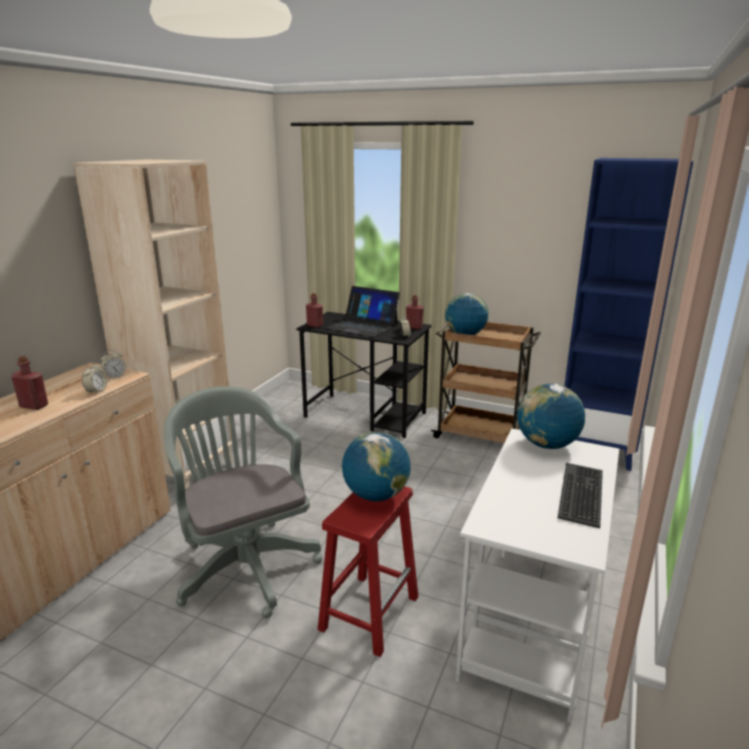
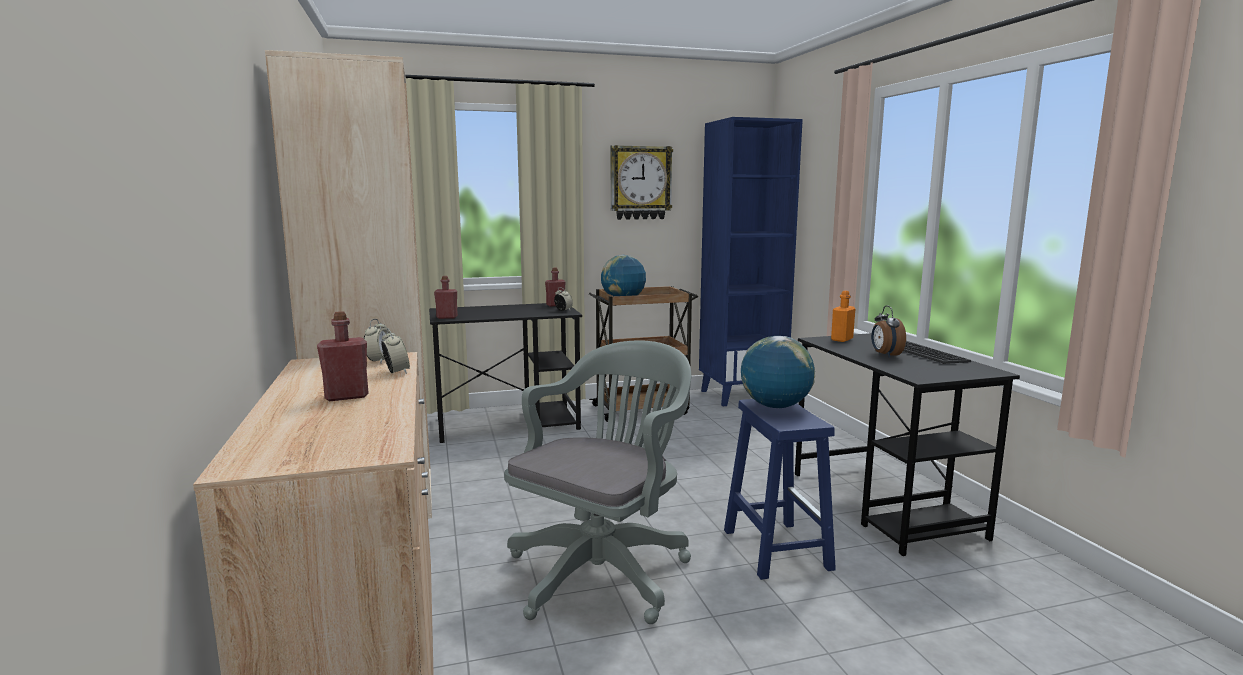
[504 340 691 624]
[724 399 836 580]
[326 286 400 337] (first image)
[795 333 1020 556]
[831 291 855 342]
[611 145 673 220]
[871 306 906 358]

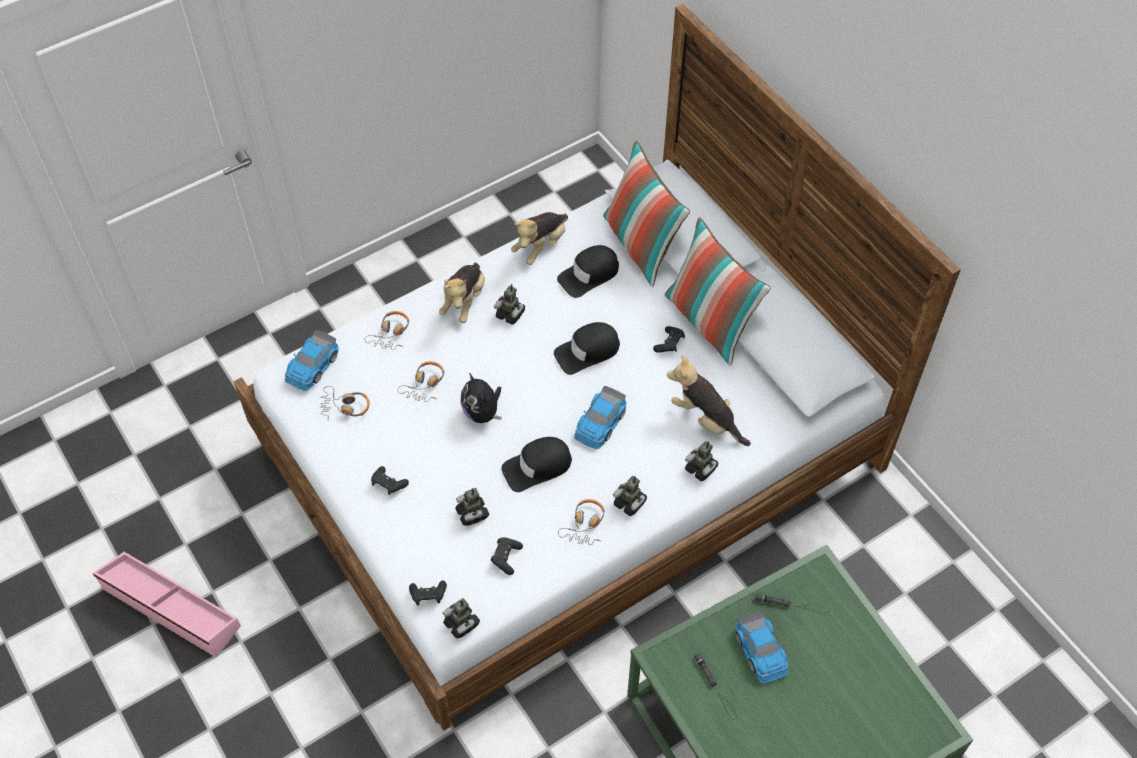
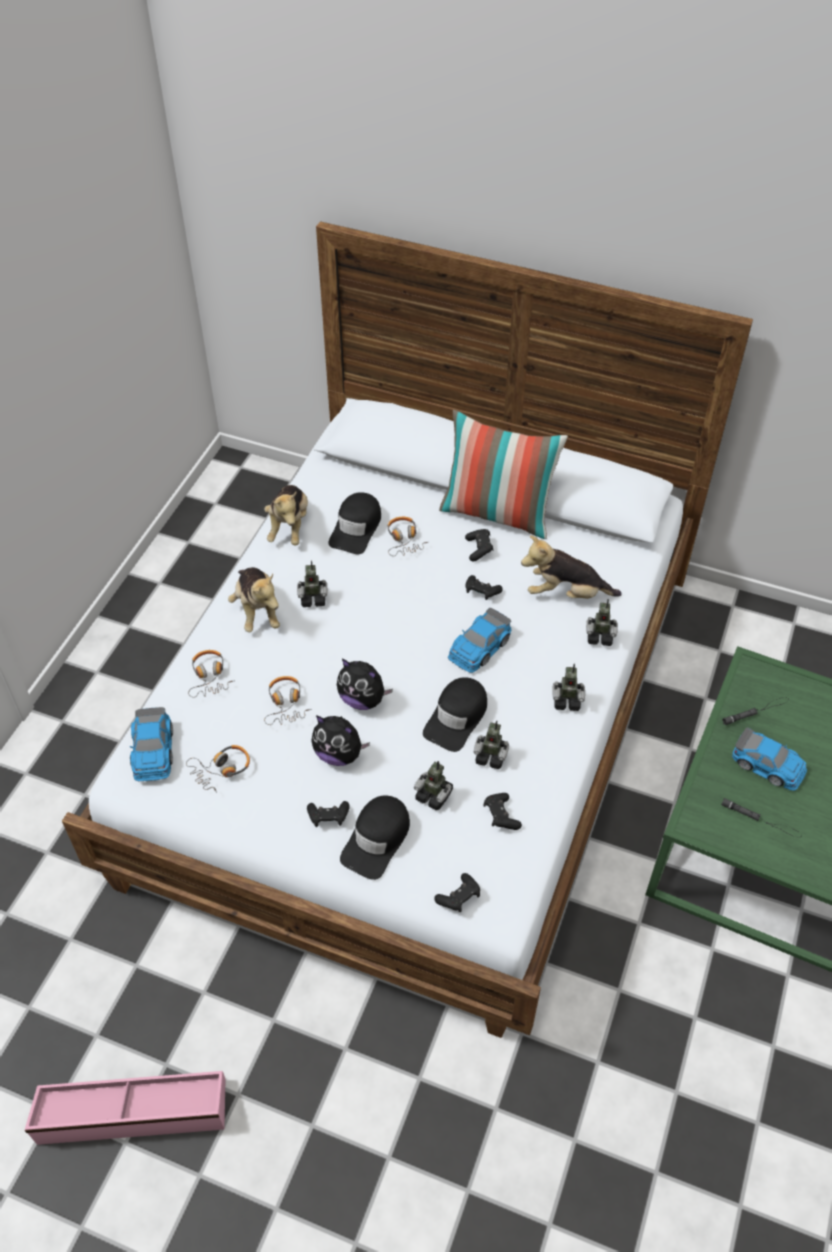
[474 720 509 769]
[340 796 410 880]
[387 517 428 556]
[448 608 512 673]
[603 141 690 287] (first image)
[311 715 370 766]
[465 575 503 600]

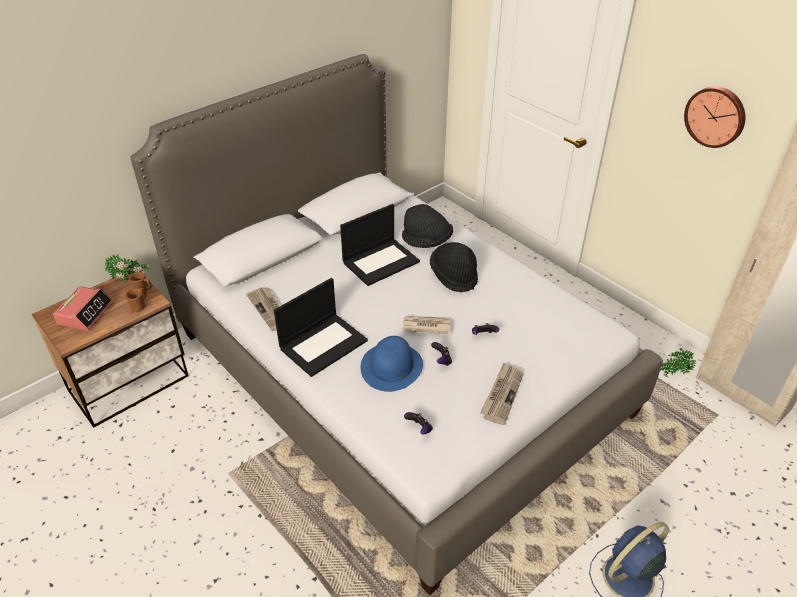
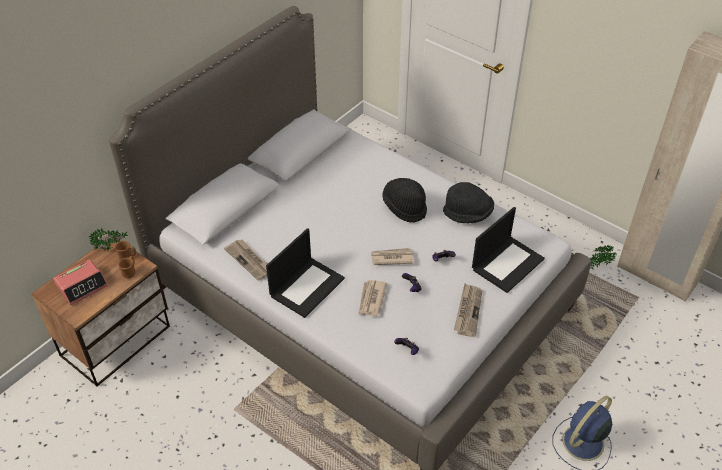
[53 259 108 305]
[472 207 545 293]
[358 280 387 316]
[443 182 494 223]
[684 86 745 148] (first image)

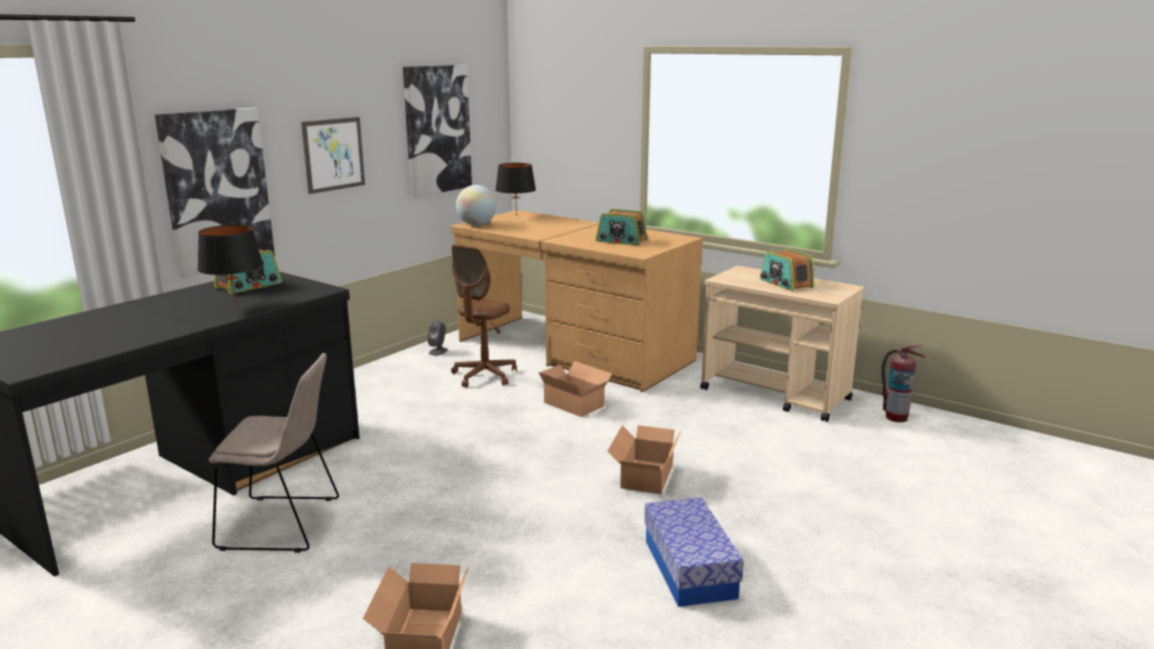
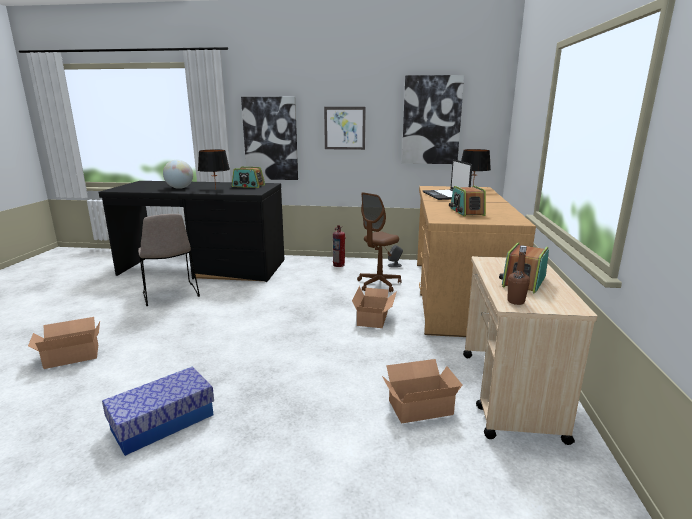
[357 192 401 292]
[163 160 193 189]
[382 359 462 423]
[333 225 346 267]
[423 159 472 200]
[507 246 530 305]

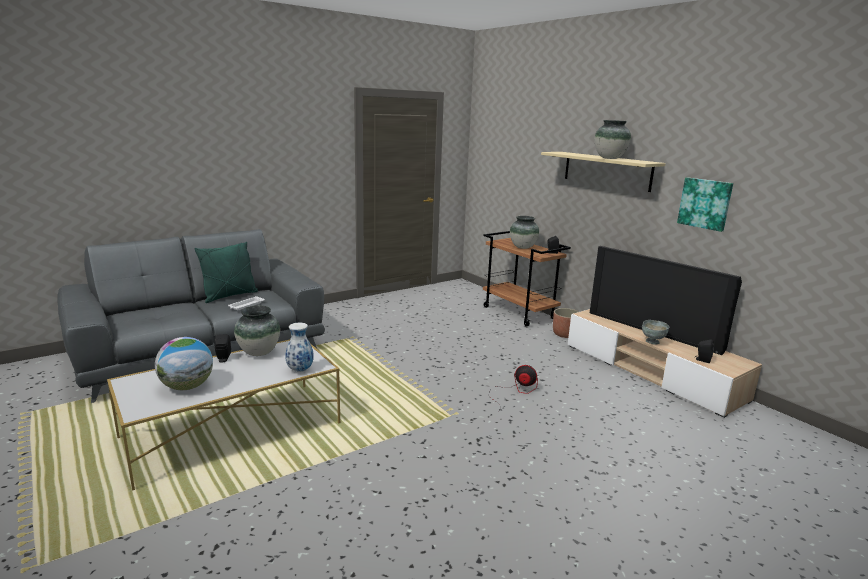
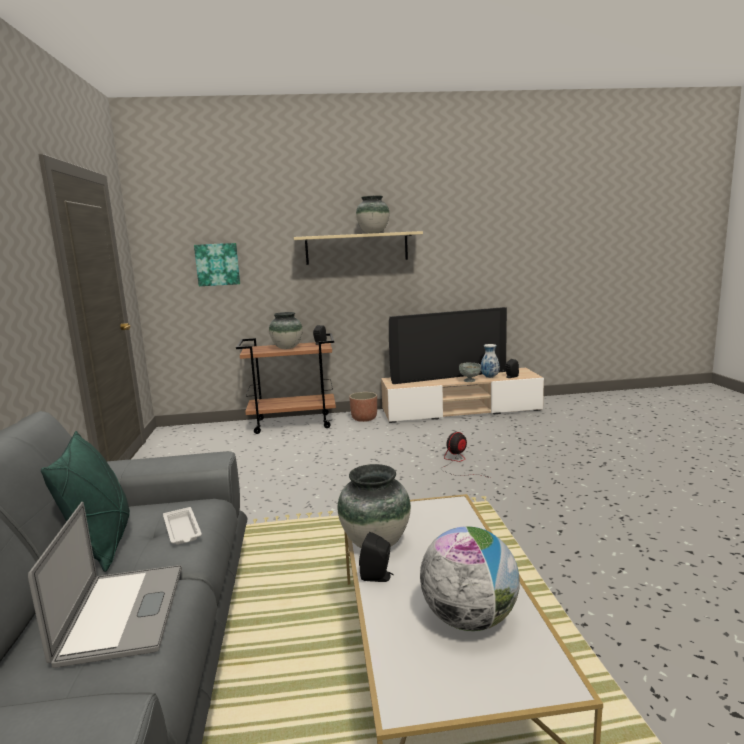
[481 344 500 378]
[194 243 240 286]
[28 502 182 668]

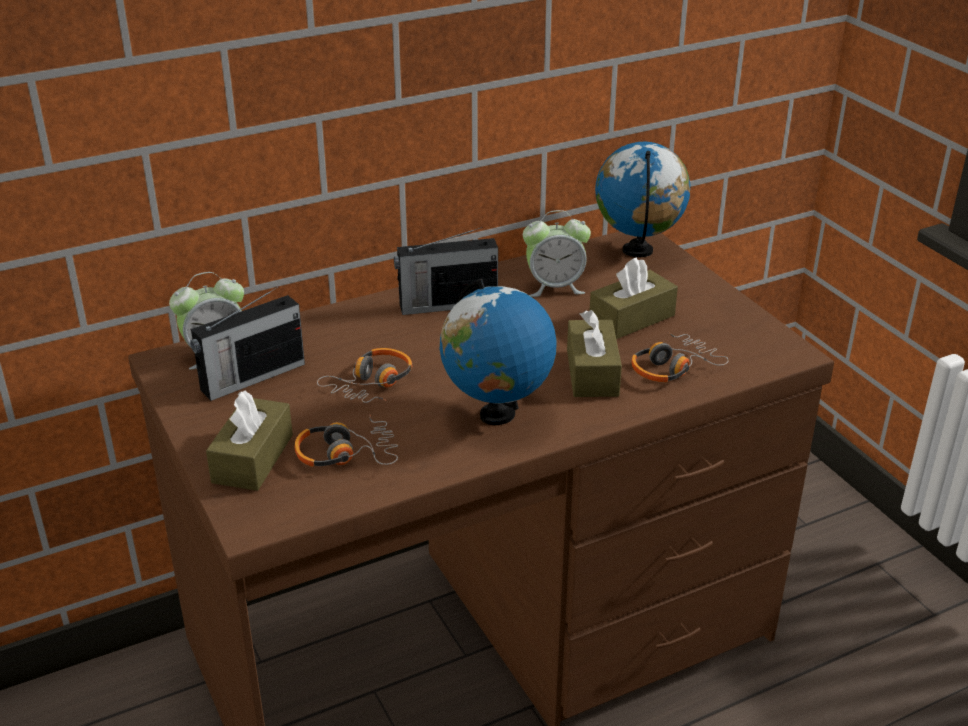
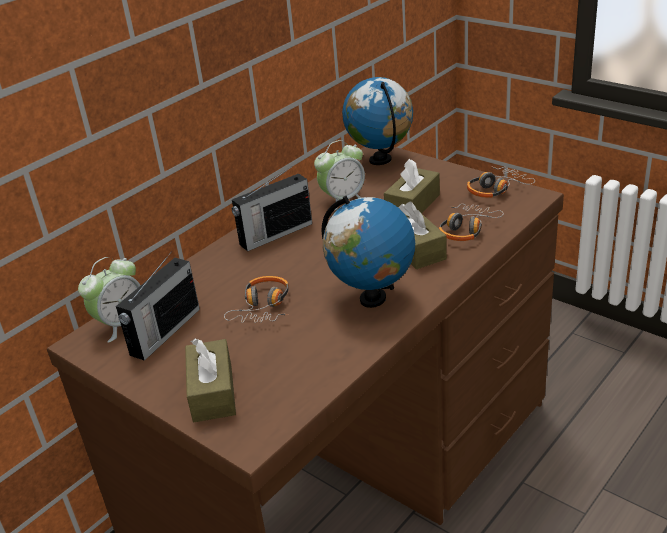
[467 167 535 198]

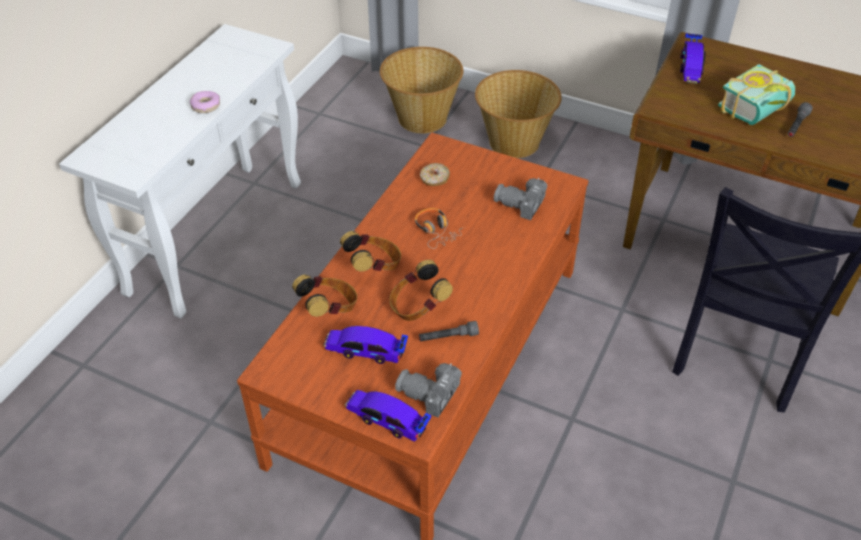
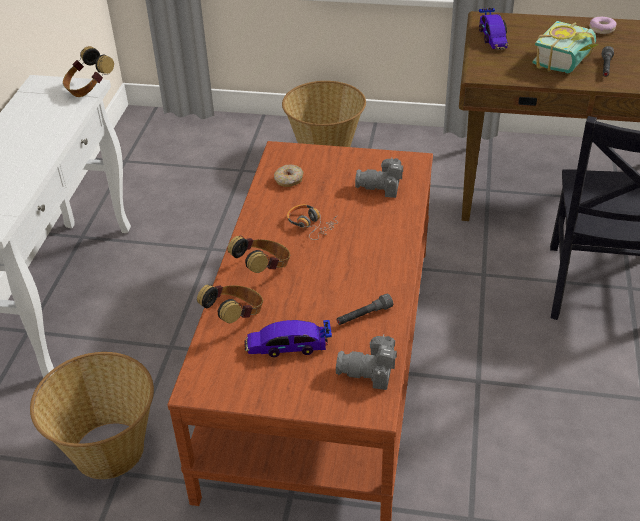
[589 17 617 34]
[345 390 432 442] (first image)
[30 352 154 479]
[63 46 114 97]

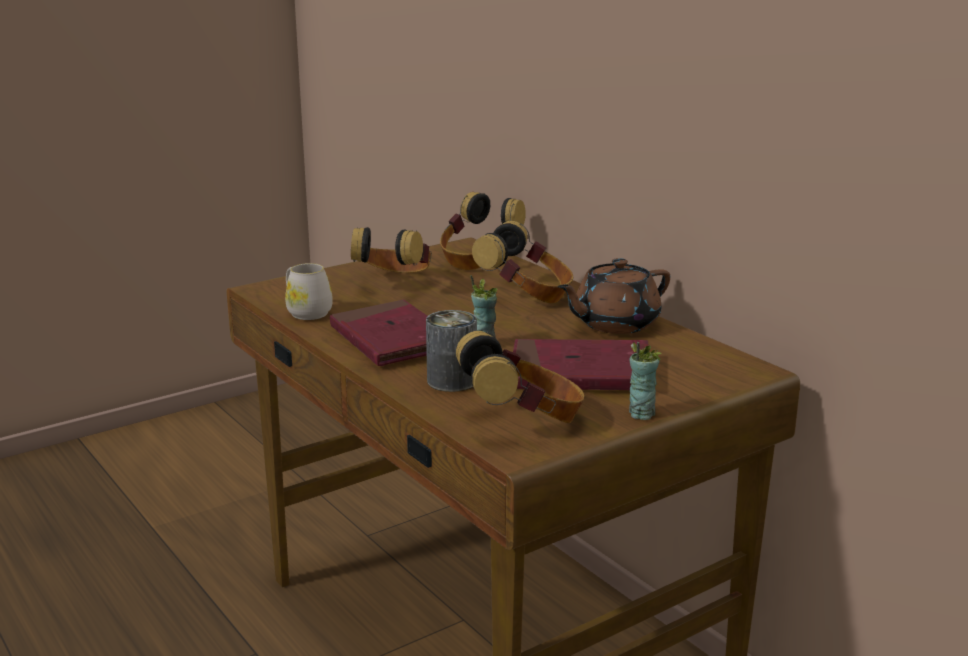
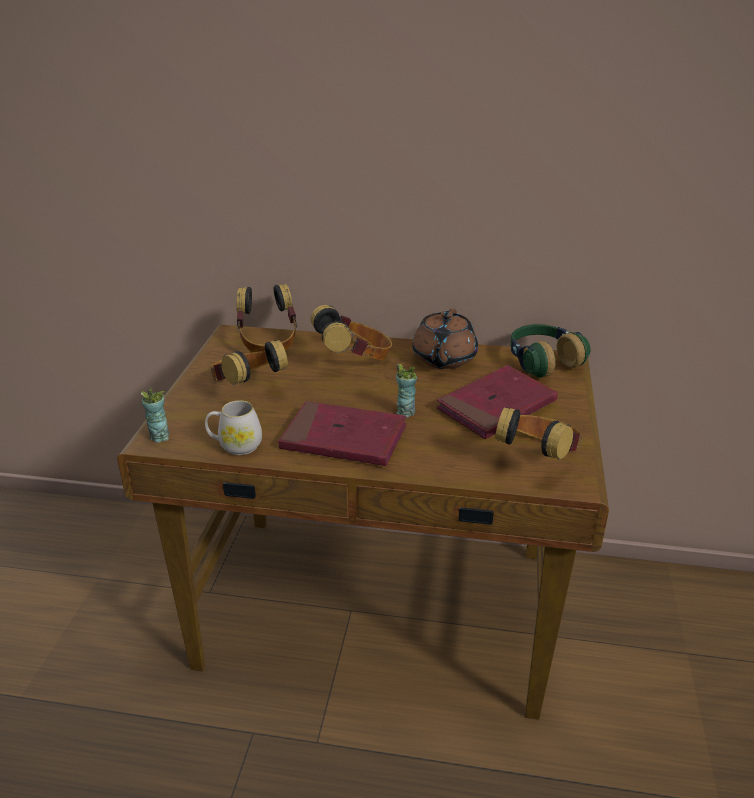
[426 310 477 392] (first image)
[141 388 170 443]
[511 324 591 378]

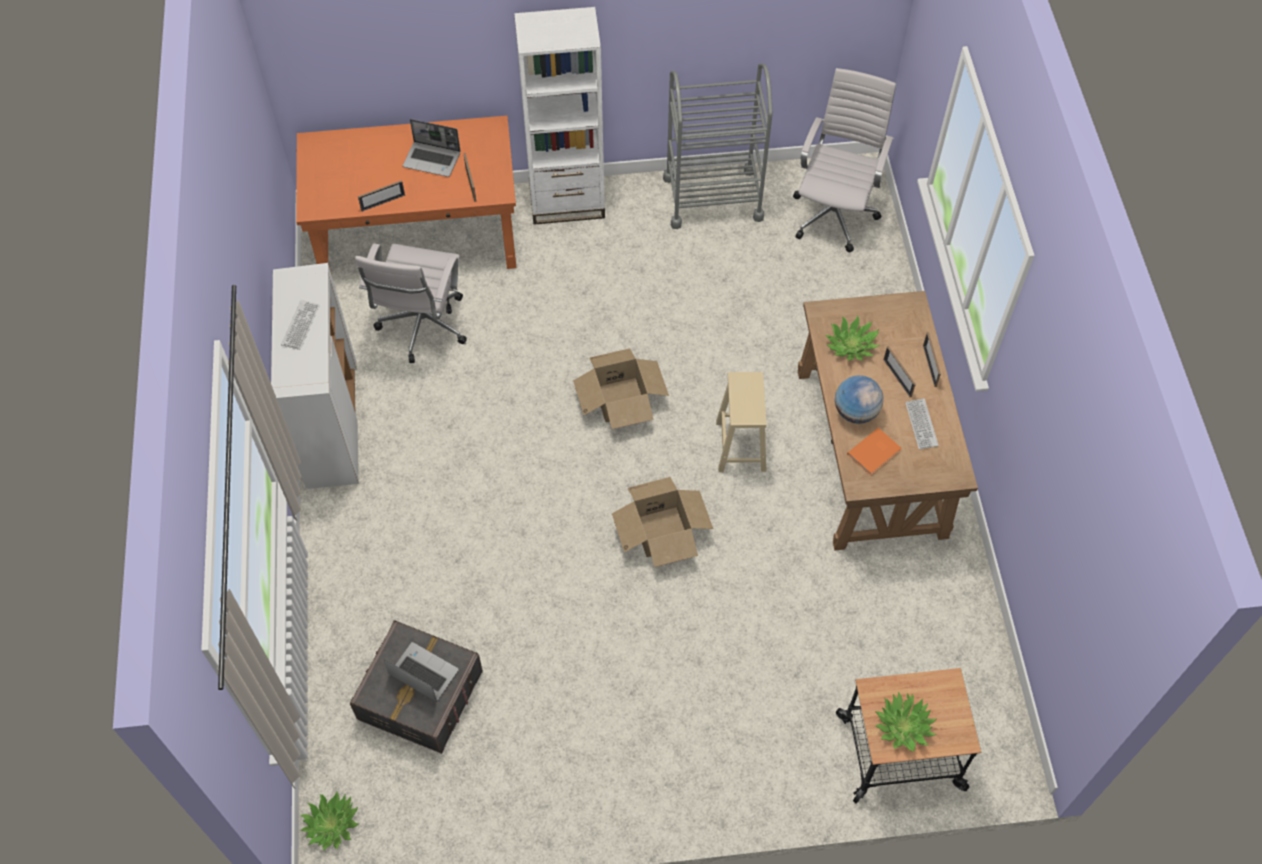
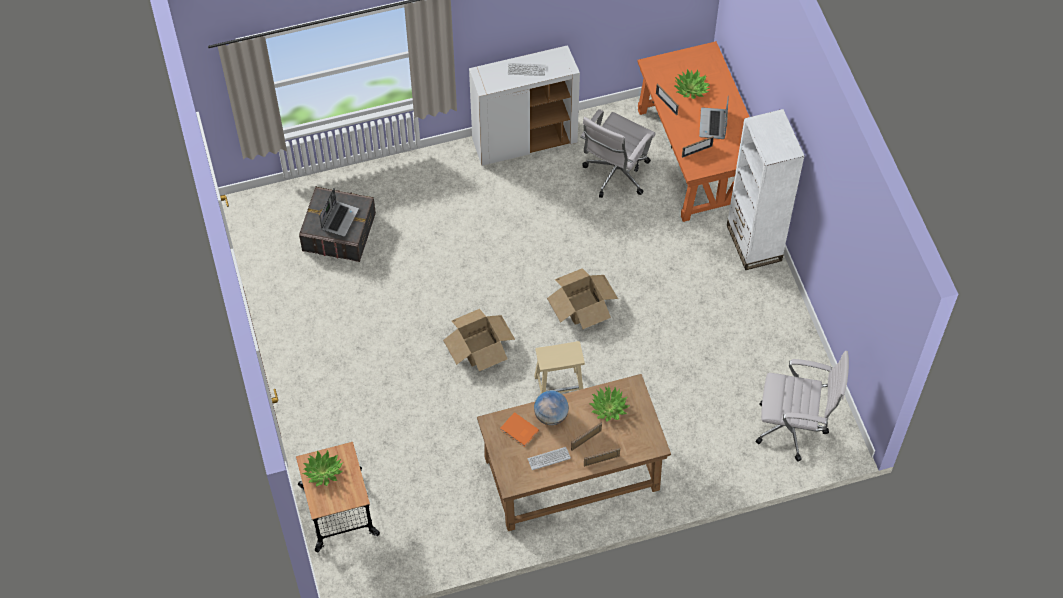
[674 69 710 99]
[580 109 656 198]
[663 63 773 229] (first image)

